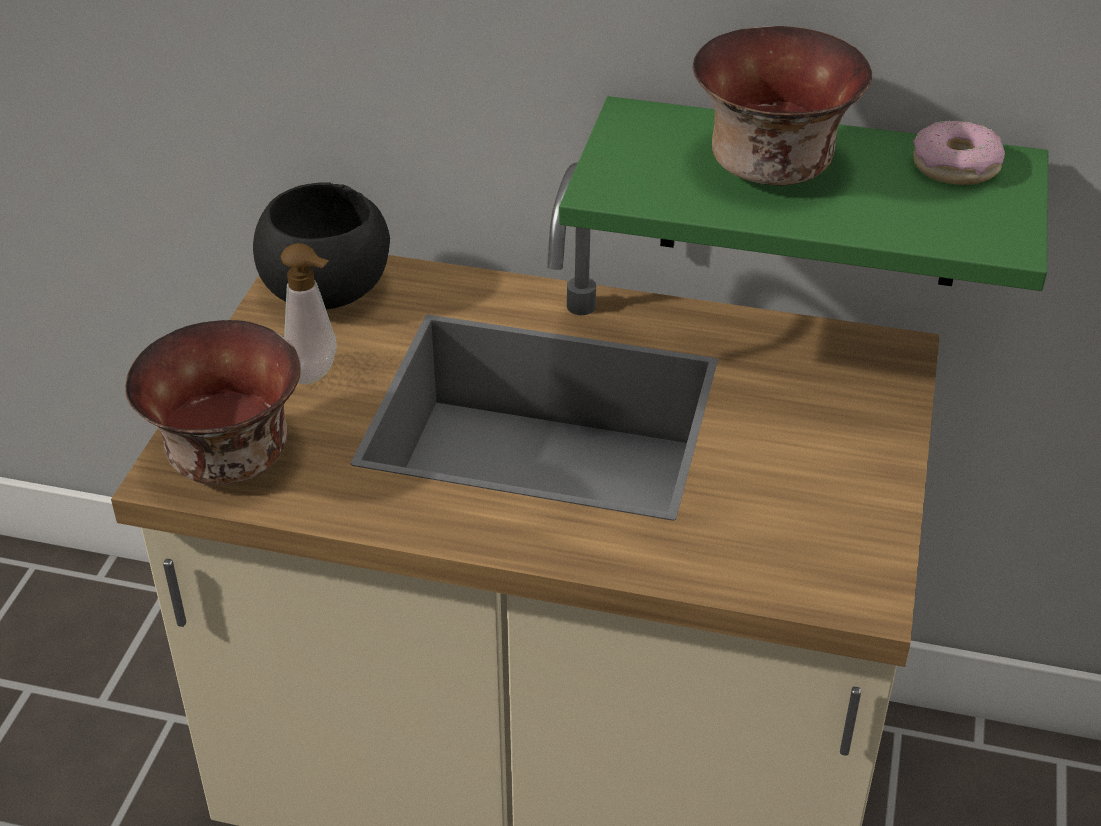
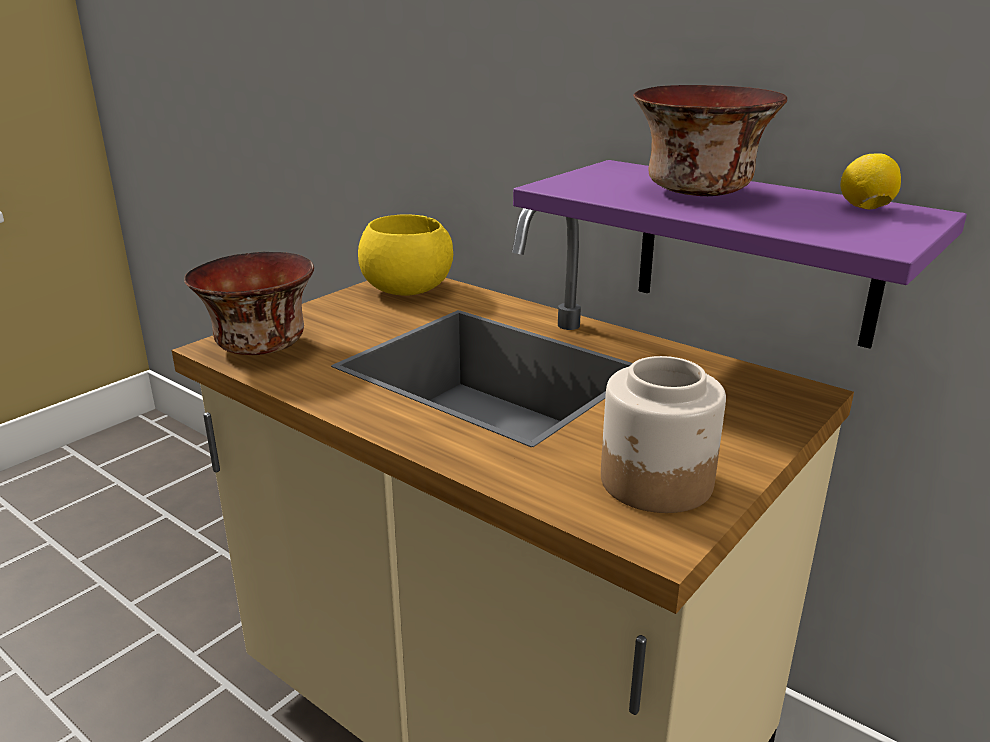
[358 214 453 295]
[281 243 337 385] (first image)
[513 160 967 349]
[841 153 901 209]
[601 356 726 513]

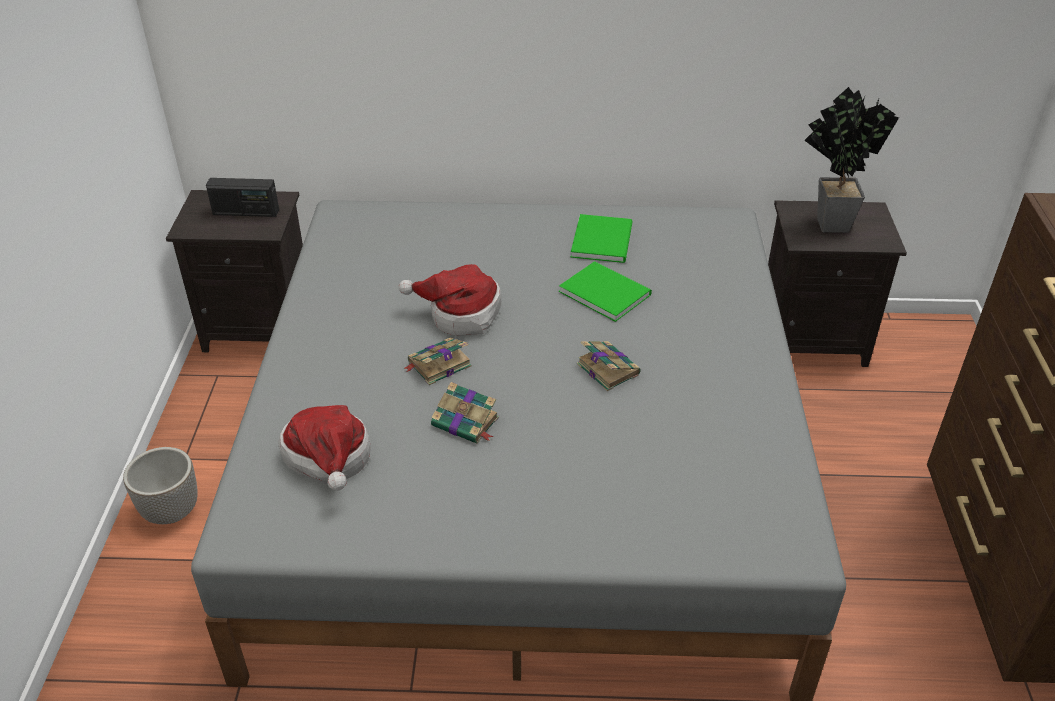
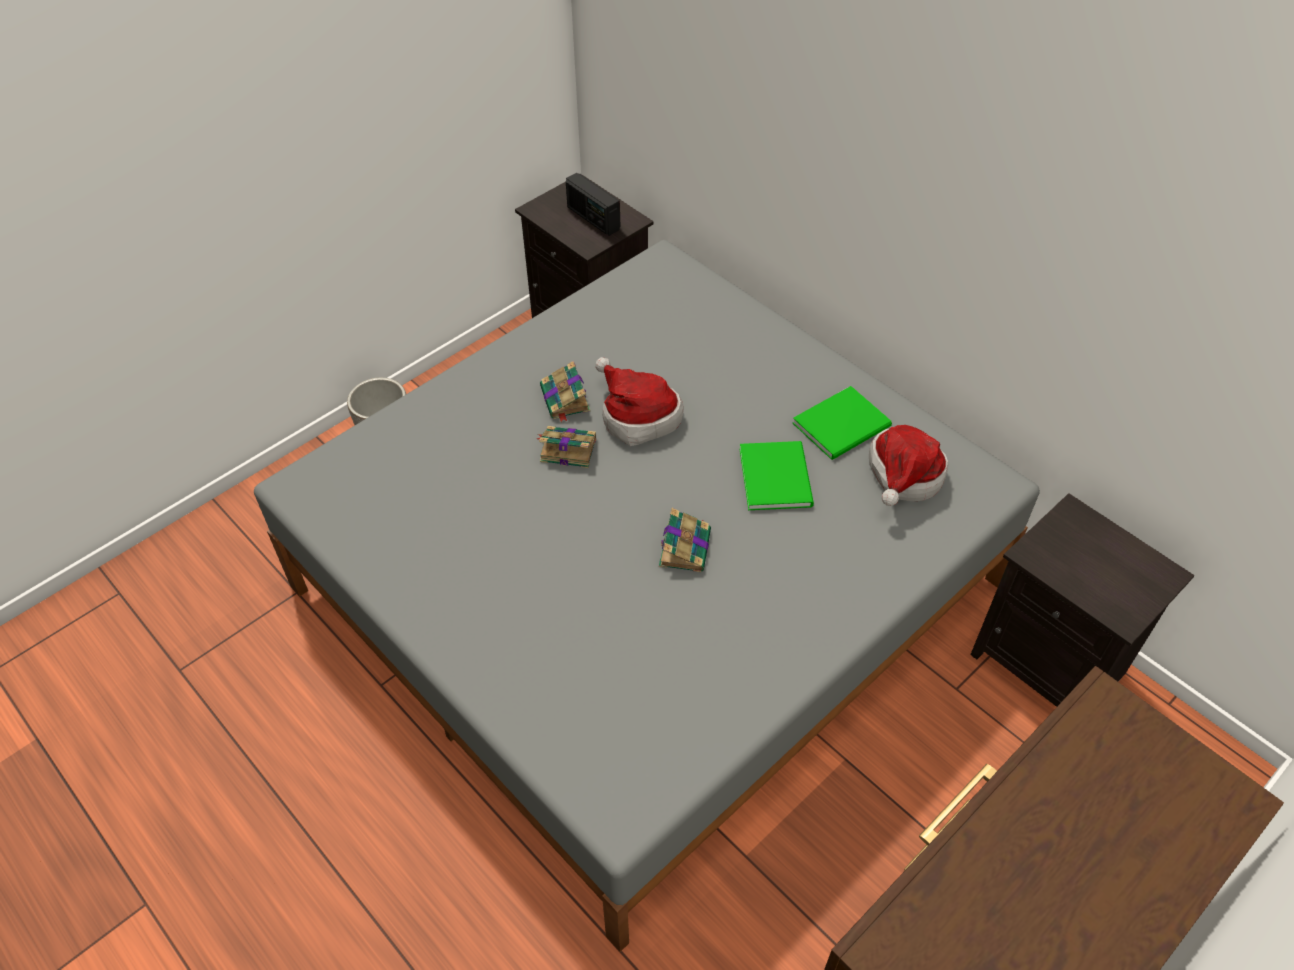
[869 425 949 506]
[540 361 590 422]
[804 87 899 233] (first image)

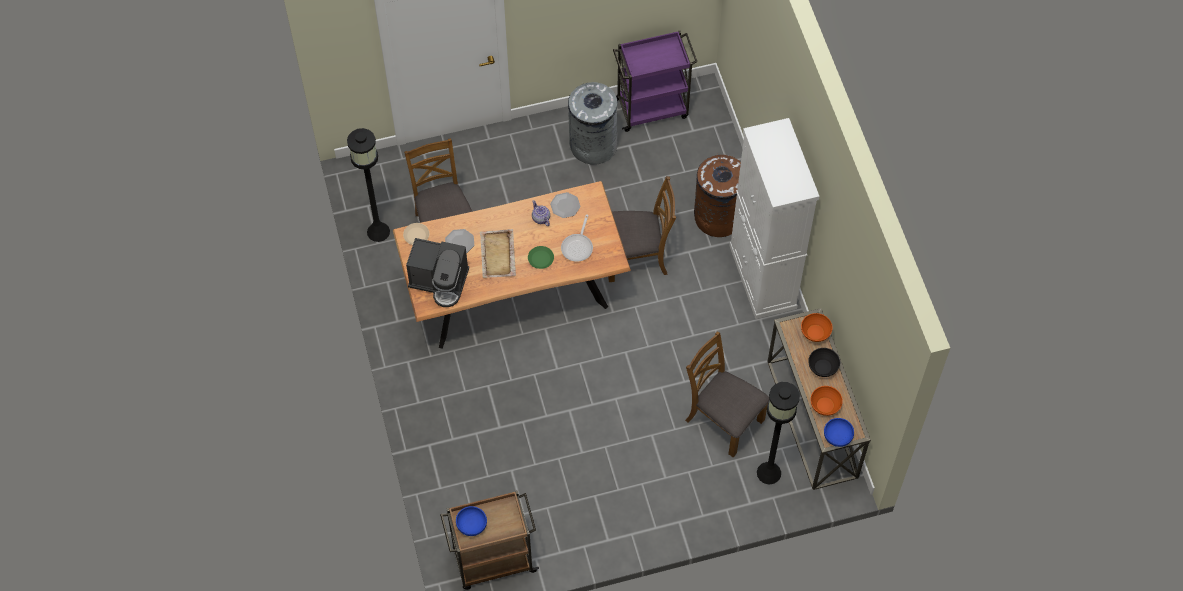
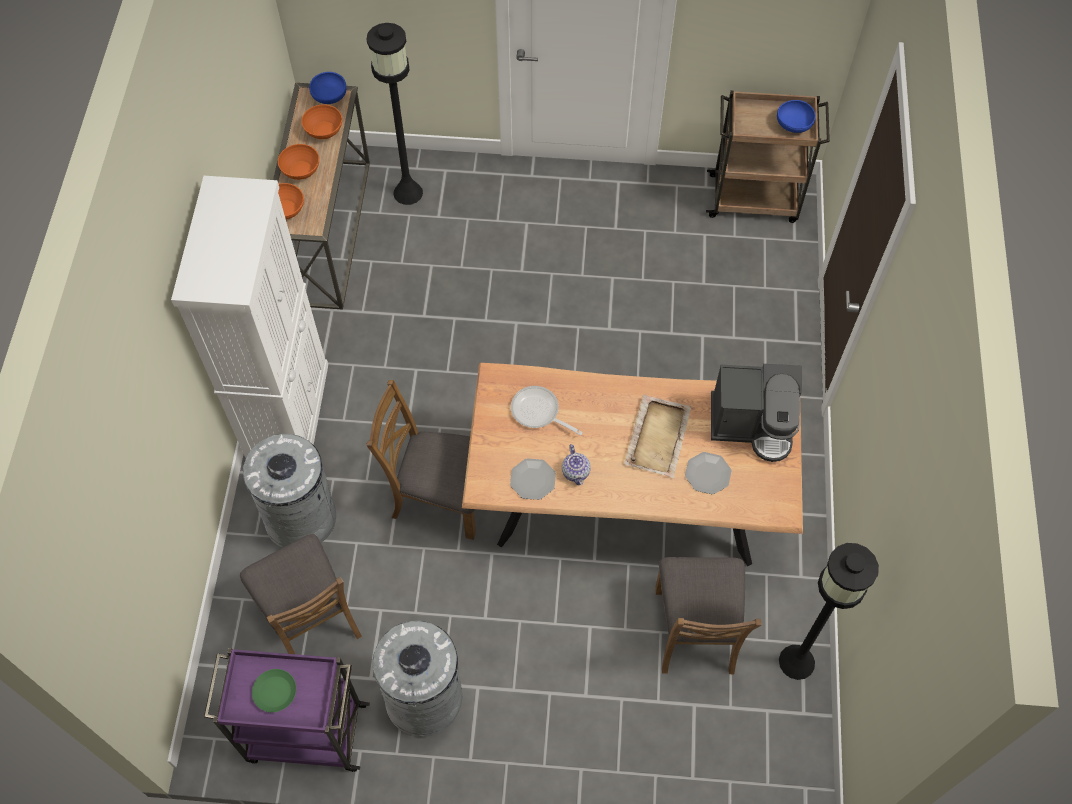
[403 223 429 245] (first image)
[711 364 802 462]
[252 669 296 712]
[511 386 583 436]
[240 534 362 654]
[243 434 336 548]
[278 144 319 180]

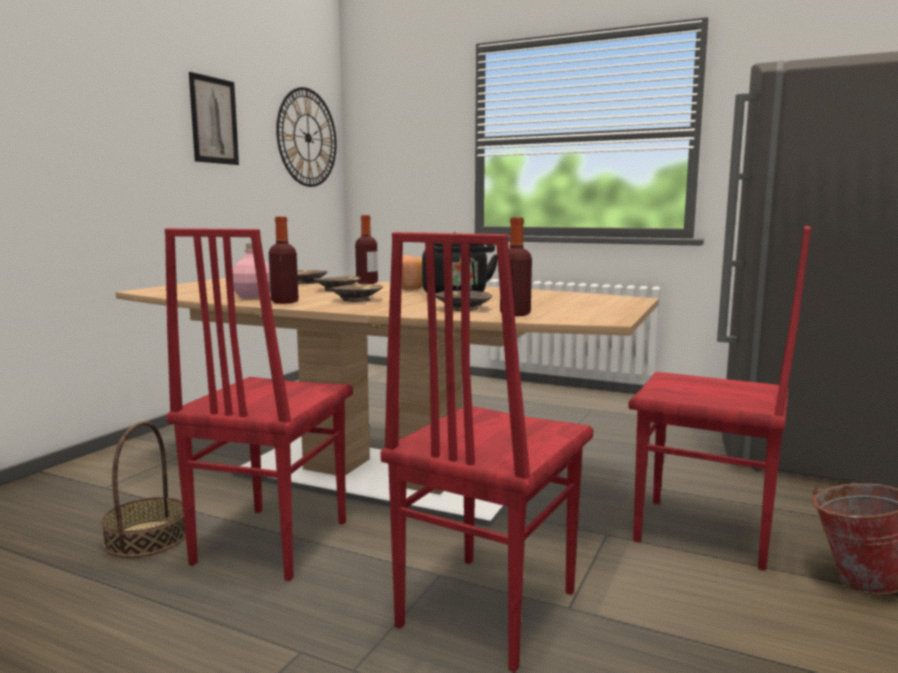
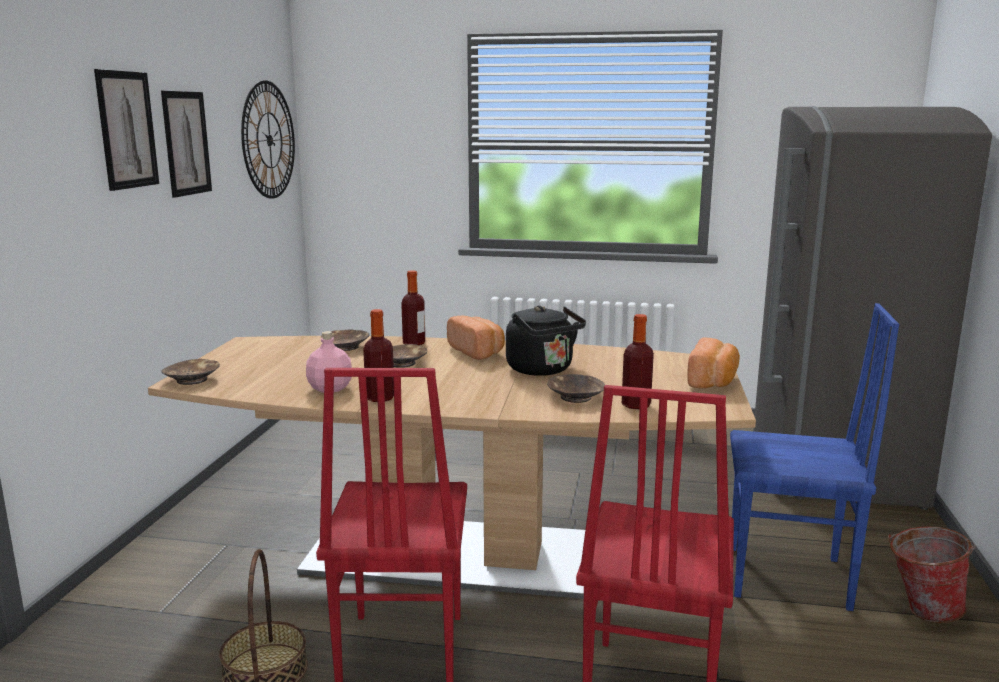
[162 359 220 385]
[730 303 899 611]
[94 69 159 191]
[687 337 740 388]

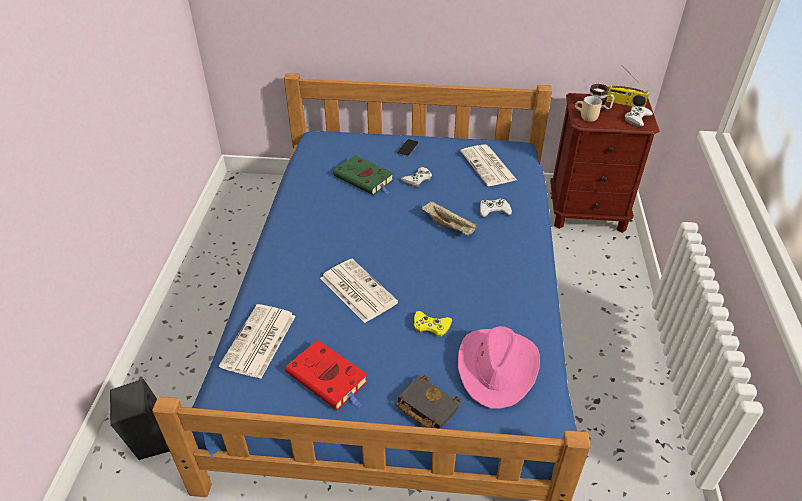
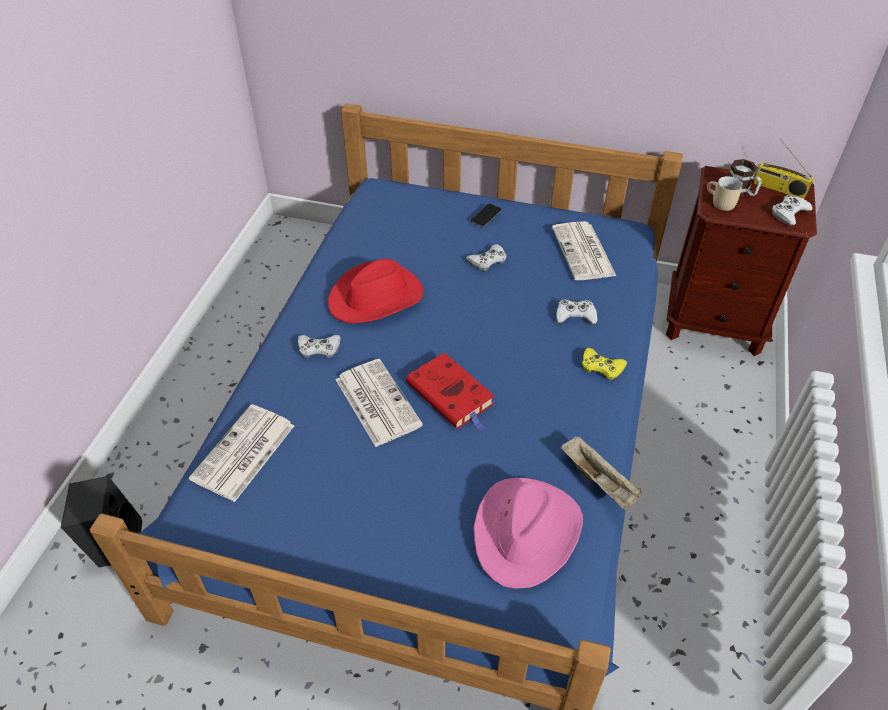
[406 353 494 431]
[333 155 394 195] (first image)
[396 375 462 429] (first image)
[582 348 627 380]
[561 437 642 510]
[298 335 341 358]
[328 259 424 323]

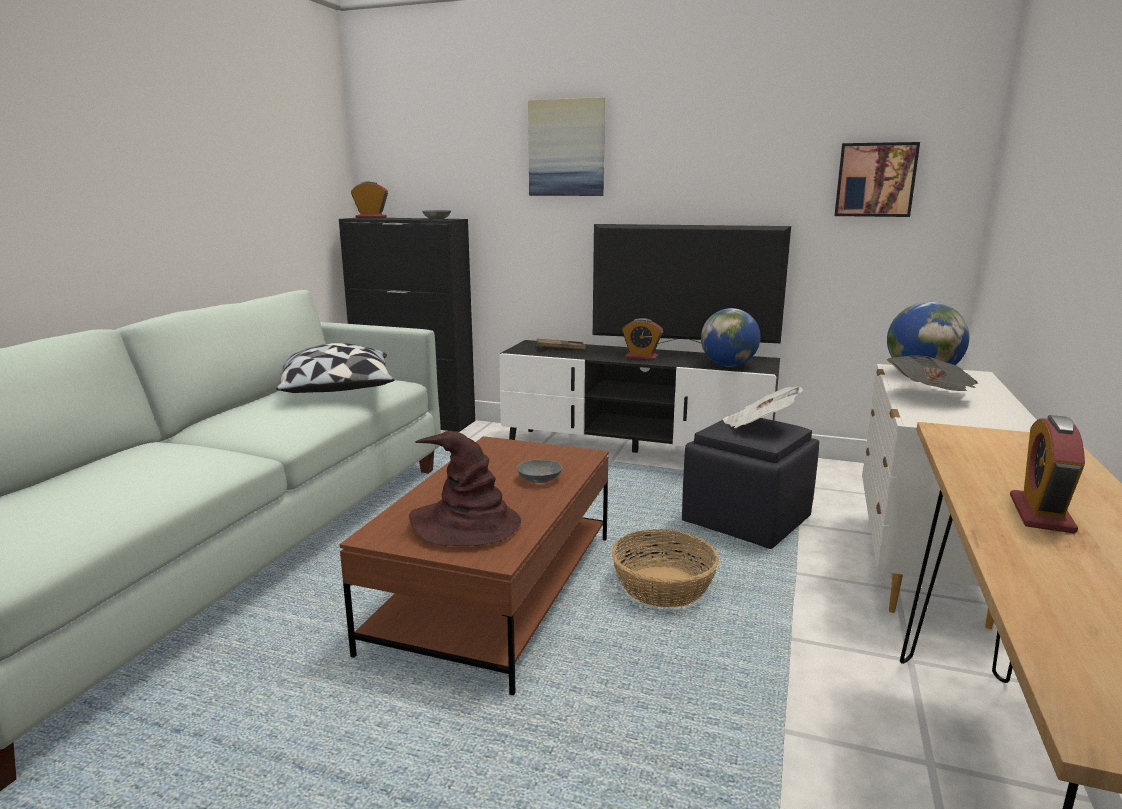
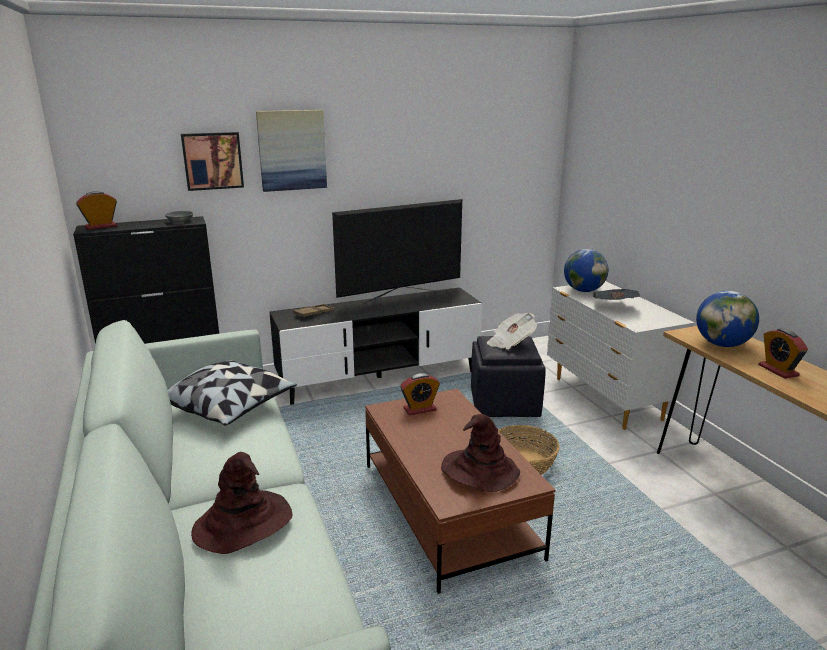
[517 459 562 483] (first image)
[400 373 440 415]
[696 291 759 347]
[181 132 244 191]
[191 452 292 554]

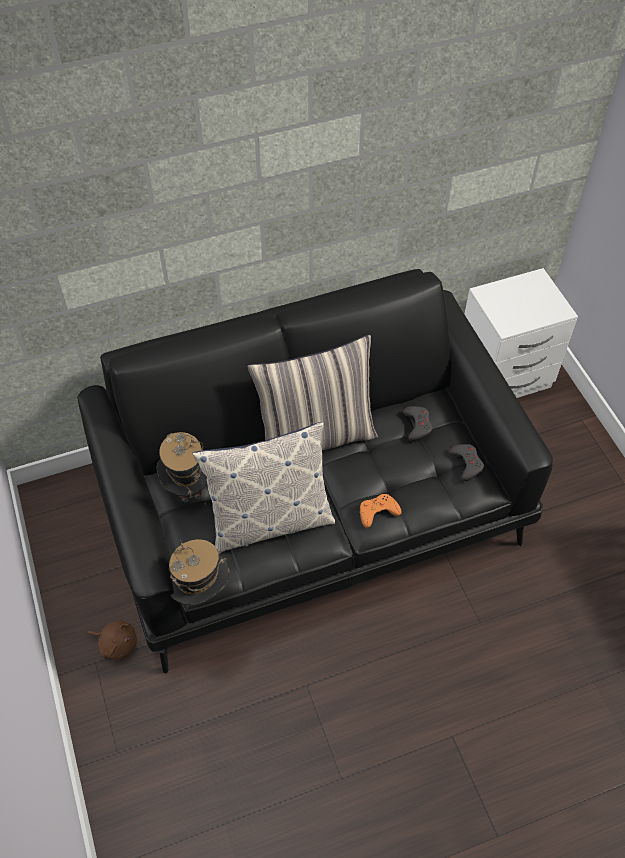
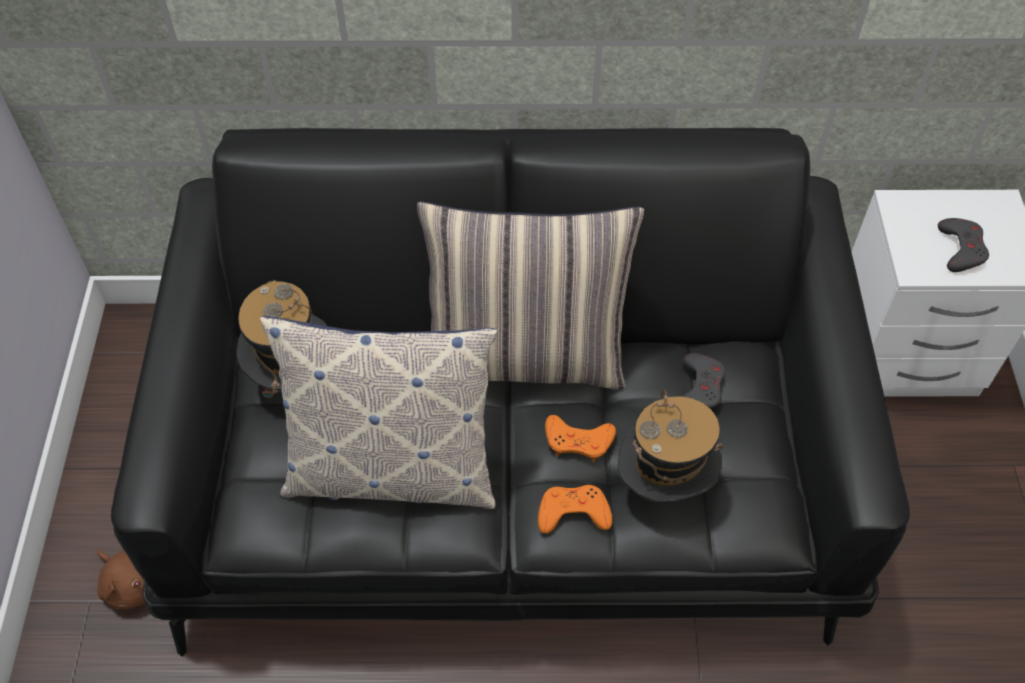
[618 390 724 502]
[938 218 989 272]
[545 415 616 462]

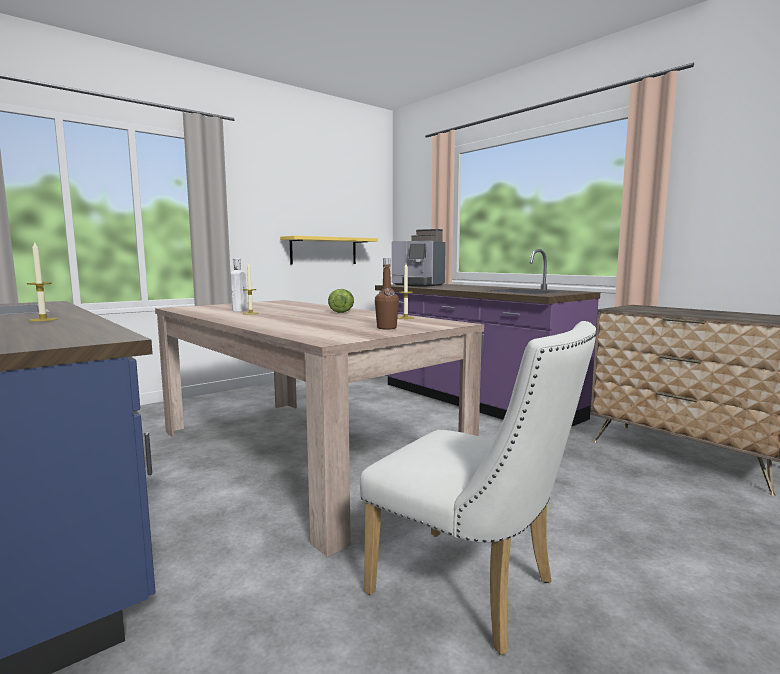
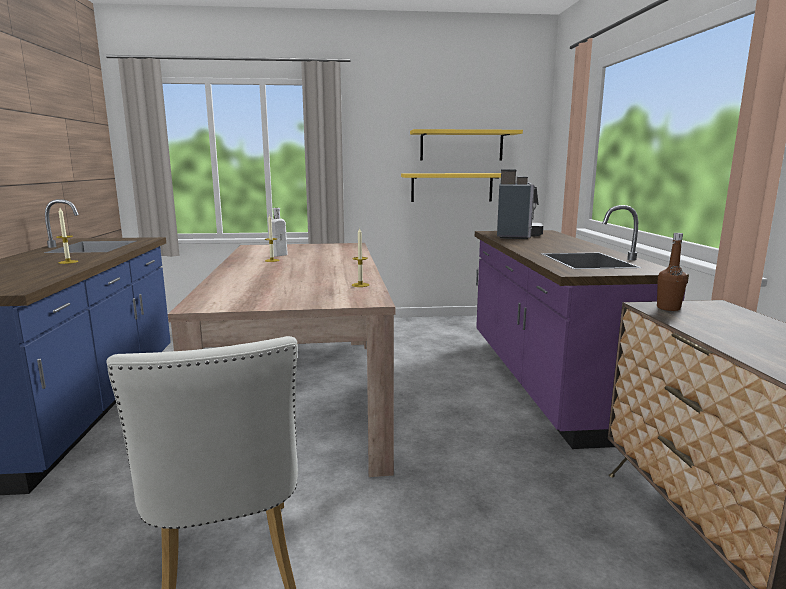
[328 289 354 313] (first image)
[657 233 687 311]
[497 169 543 239]
[410 129 523 161]

